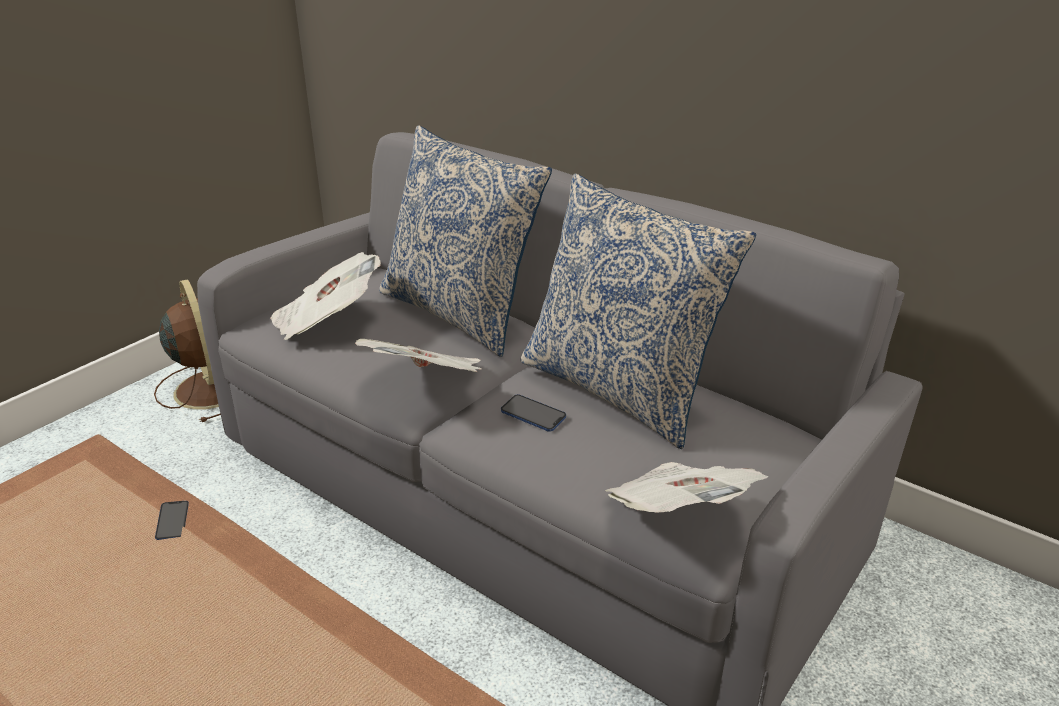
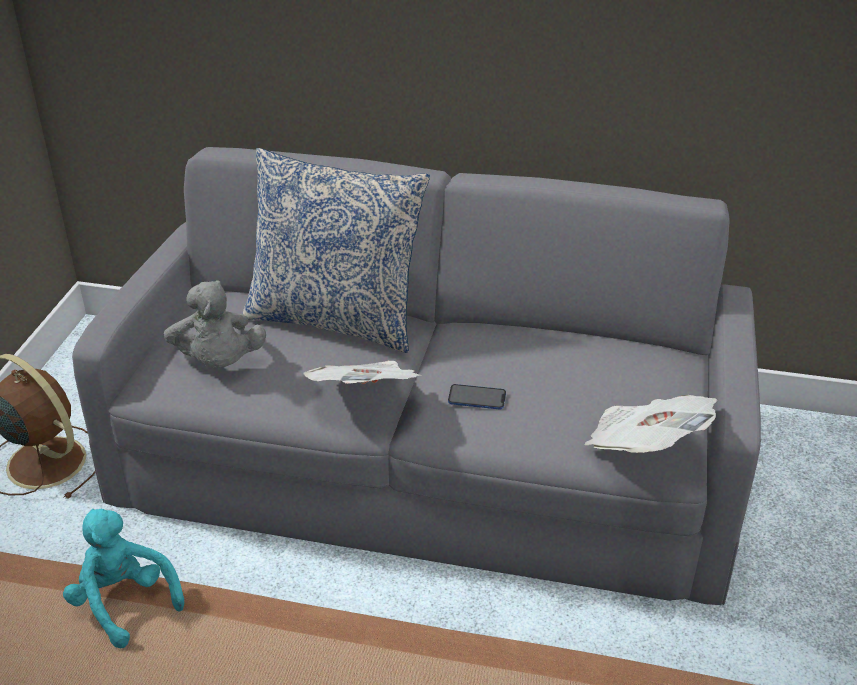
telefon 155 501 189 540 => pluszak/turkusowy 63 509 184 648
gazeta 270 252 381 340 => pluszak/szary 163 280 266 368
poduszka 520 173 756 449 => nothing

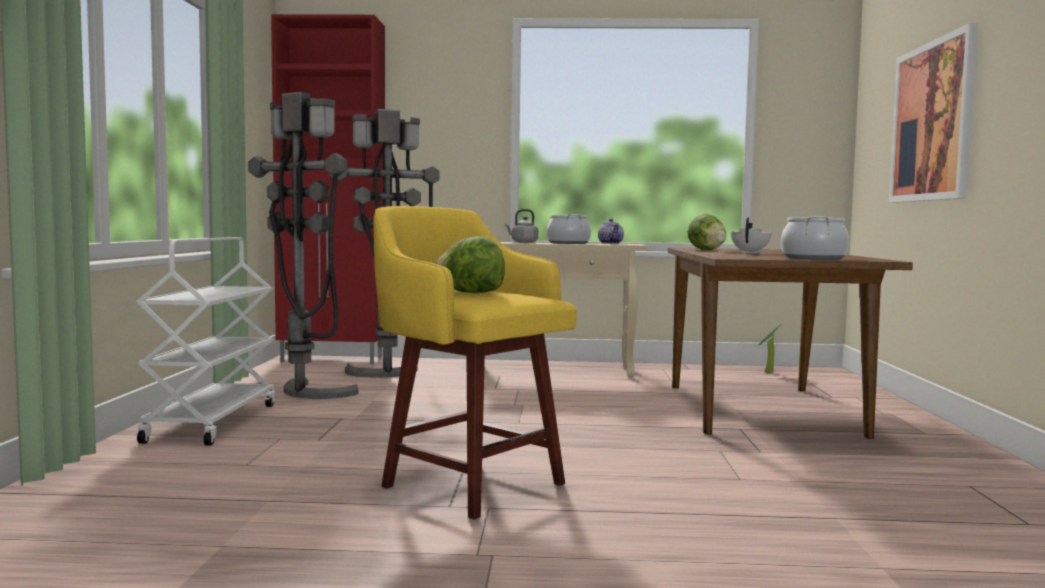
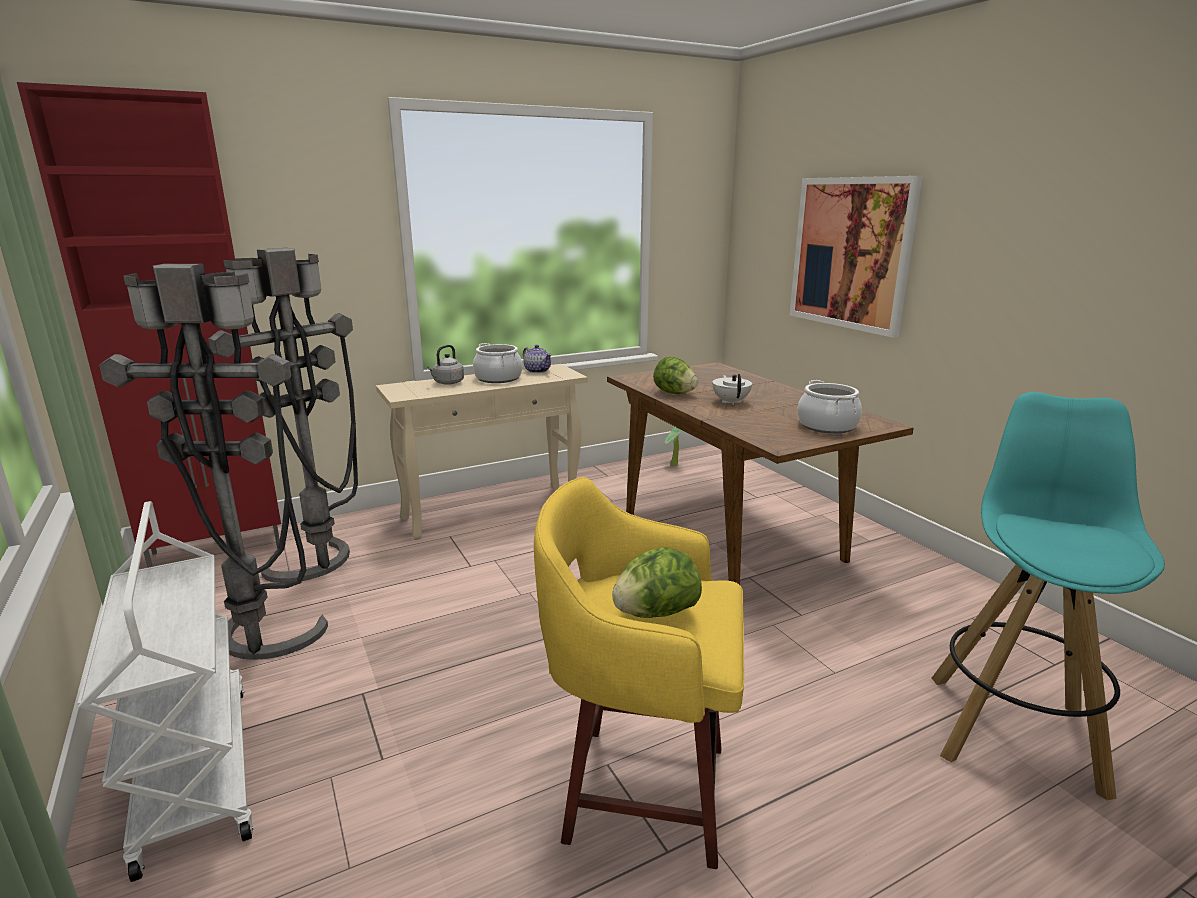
nothing => stołek/turkusowy 932 392 1165 800

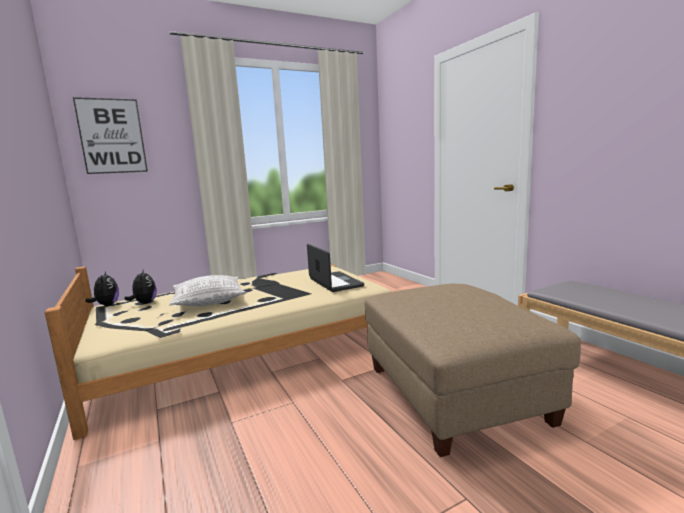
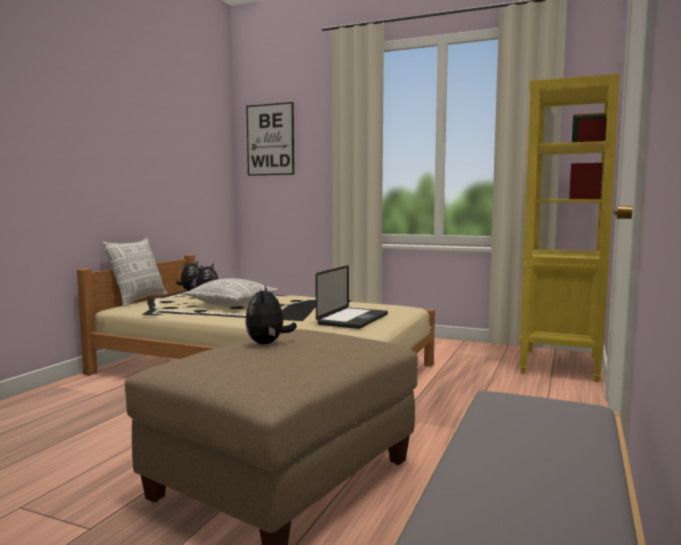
nothing => poduszka 102 238 167 307
nothing => pluszak 245 285 297 344
nothing => regał/żółty 519 73 620 382

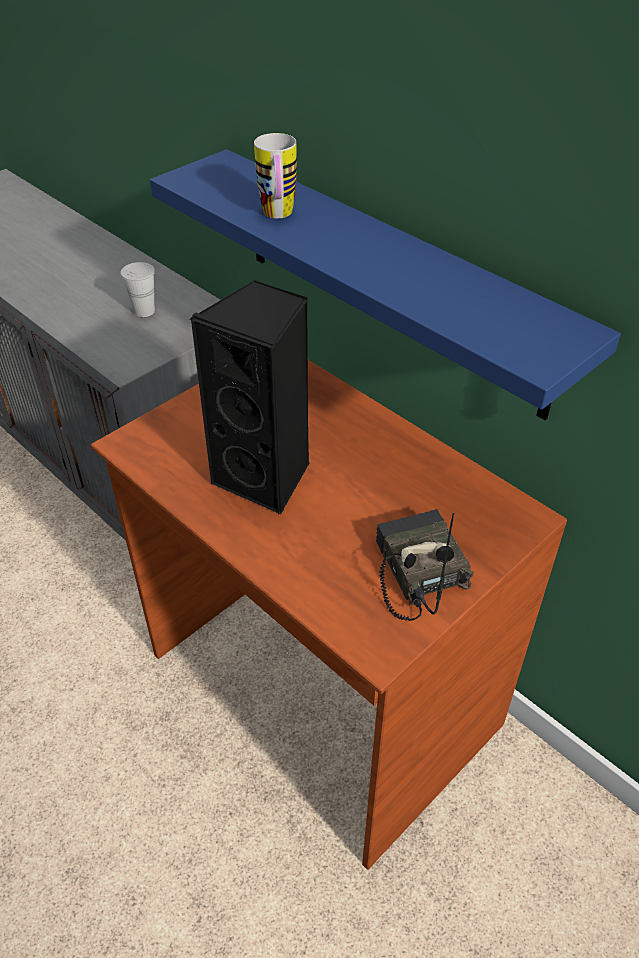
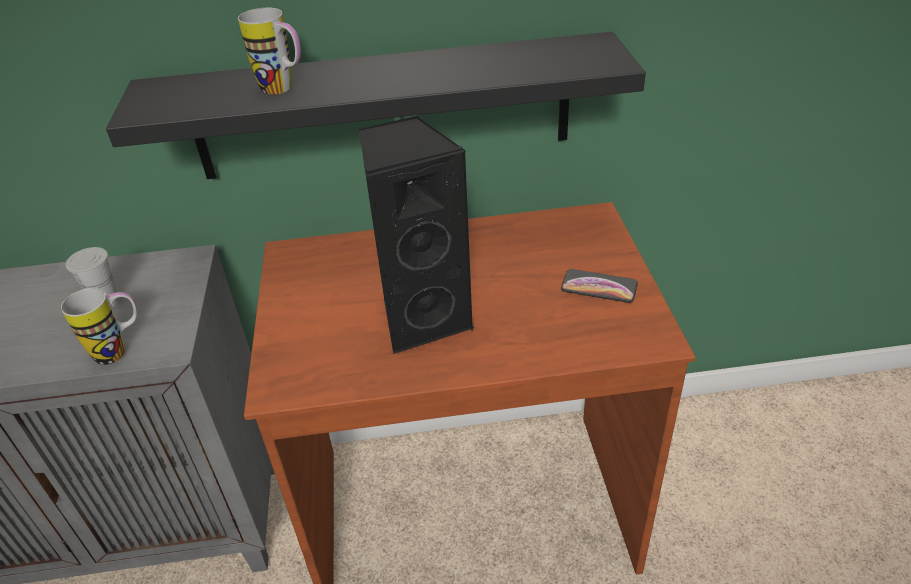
półka/niebieski 150 149 621 420 => półka/czarny 106 32 646 179
radio 376 509 474 621 => telefon 561 269 638 303
nothing => kubek 61 288 137 365

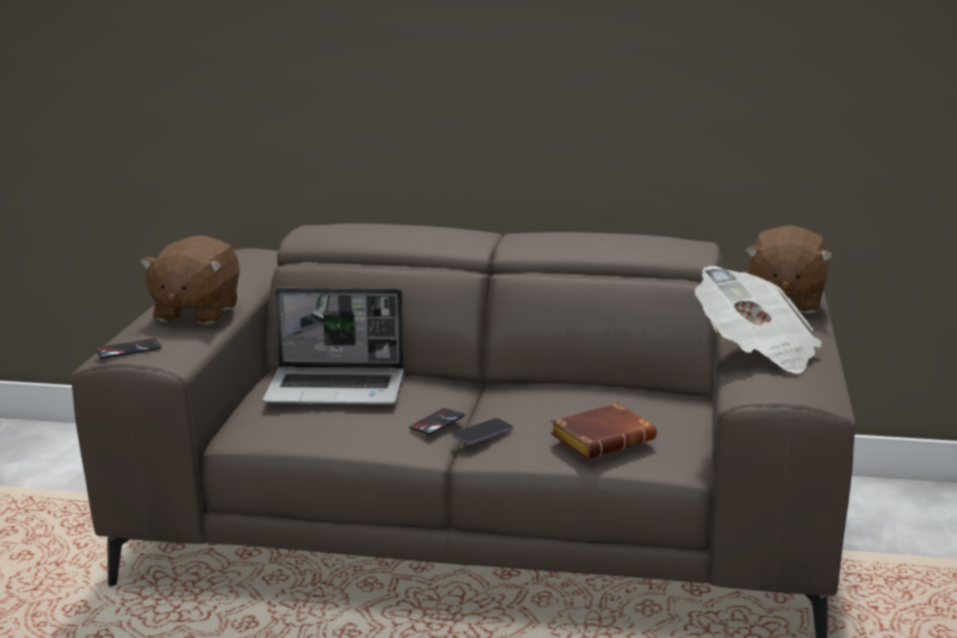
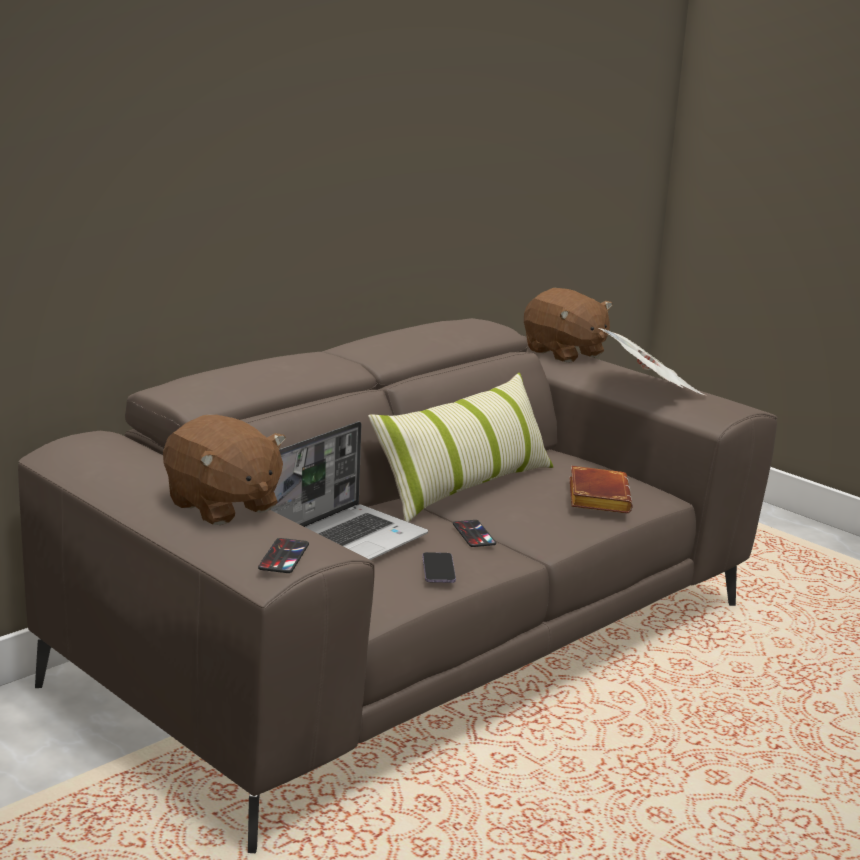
telefon 452 418 513 445 => telefon 422 552 456 583, relocated
nothing => poduszka 368 373 553 522

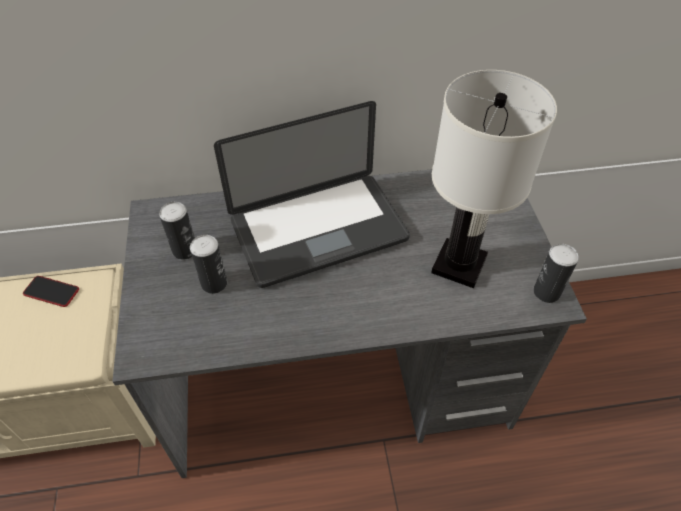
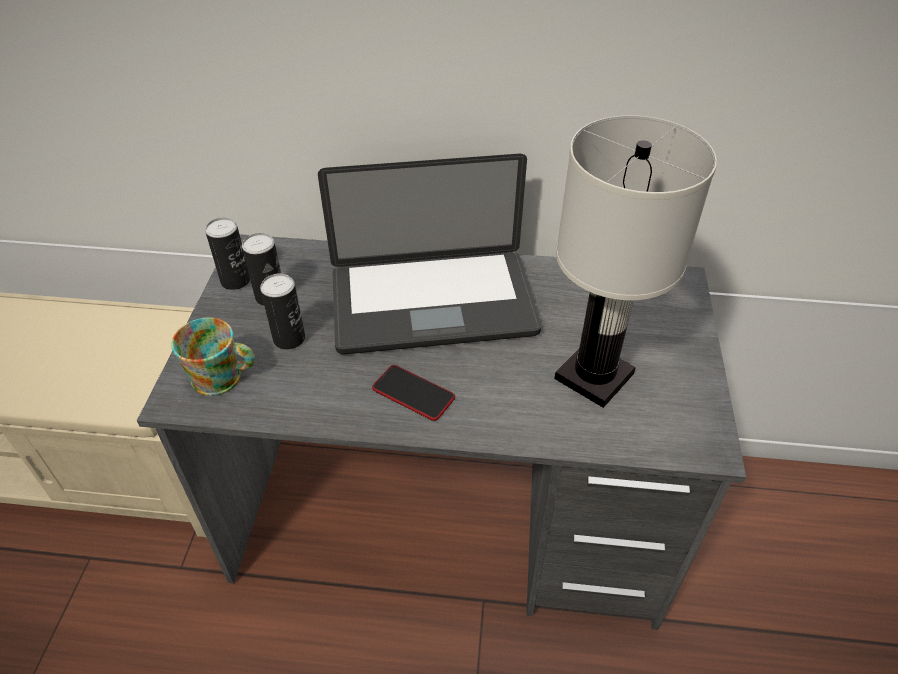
telefon 23 276 79 307 => telefon 372 365 455 421, relocated
puszka 533 244 579 303 => puszka 205 218 250 290, relocated
nothing => kubek 171 318 255 396

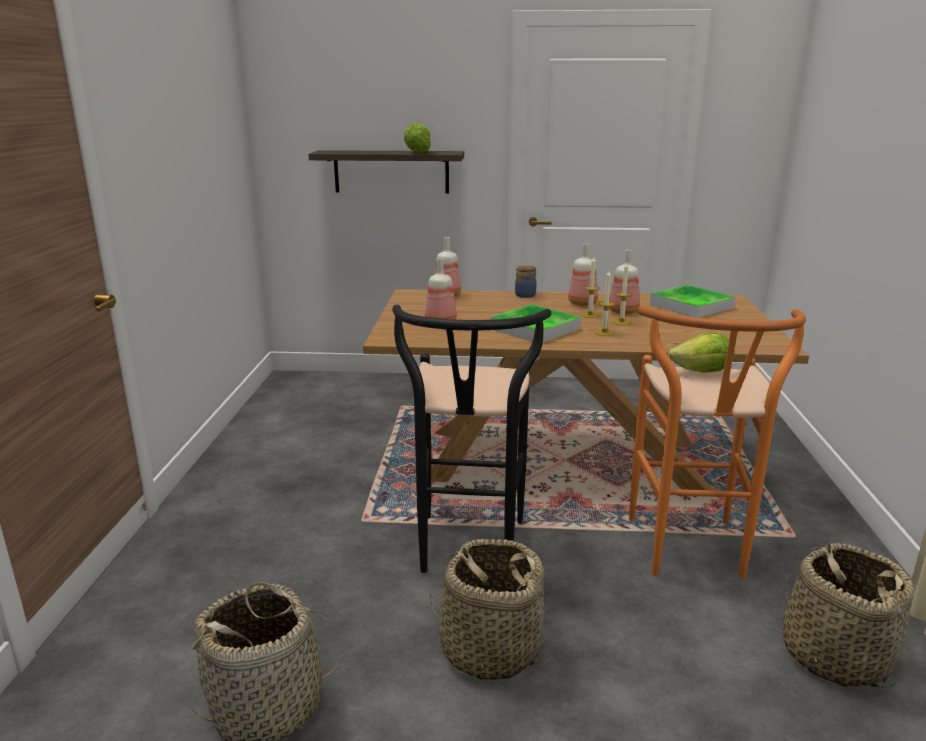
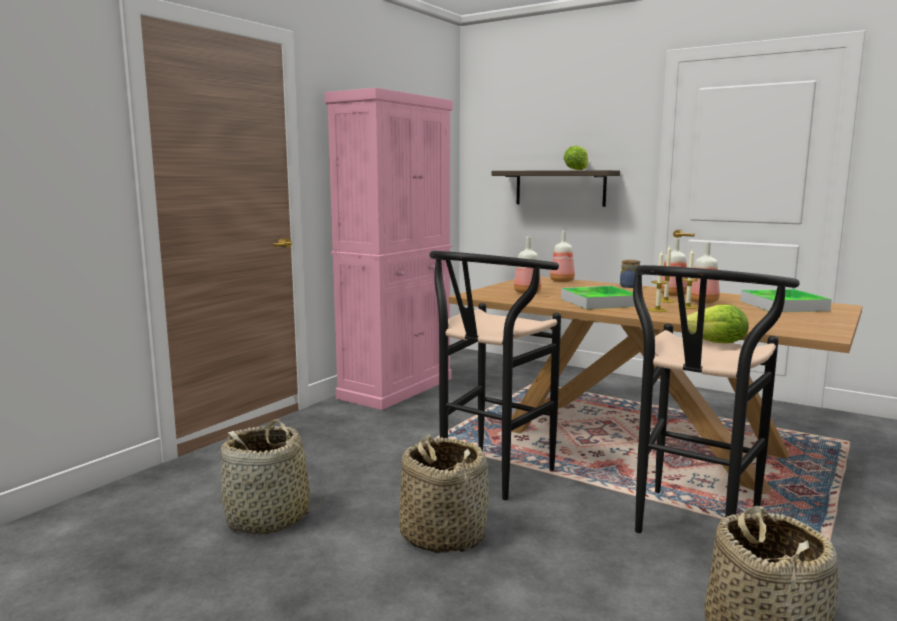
stołek/pomarańczowy 629 306 806 579 => stołek/czarny 633 265 800 533
nothing => szafka/różowy 325 88 452 410

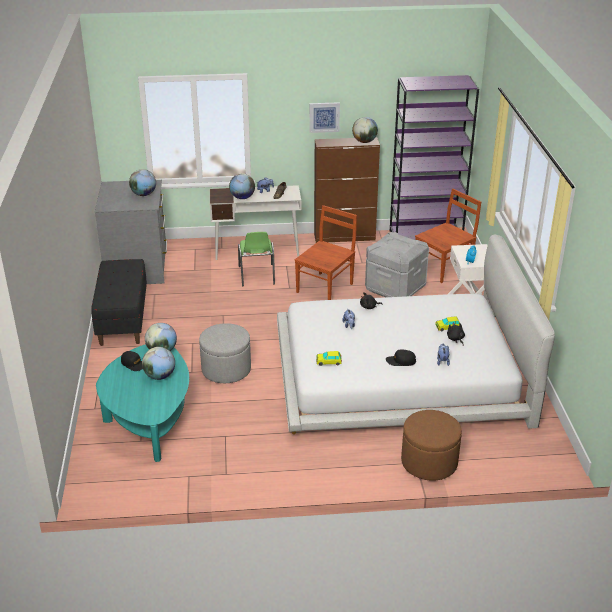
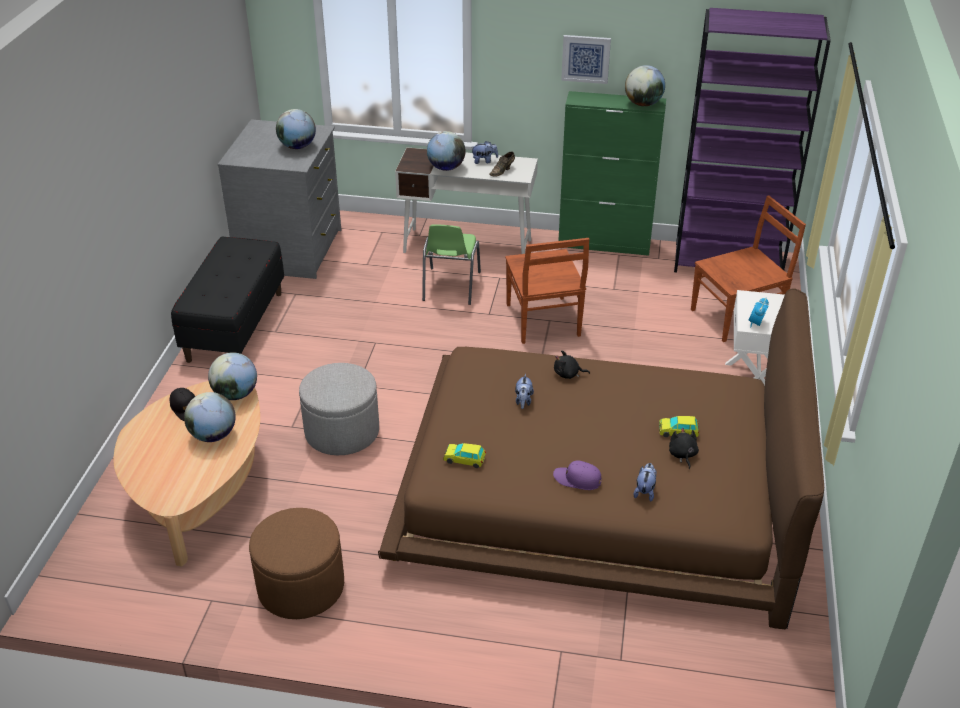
ława/turkusowy 96 344 189 462 => ława/beżowy 114 381 260 567
łóżko/biały 277 235 555 435 => łóżko/brązowy 378 288 824 629
krzesło/brązowy 294 205 357 300 => krzesło/brązowy 505 238 589 344, 120 degrees clockwise
szafka/brązowy 314 137 380 243 => szafka/zielony 558 91 666 256
pojemnik do przechowywania/szary 365 232 429 297 => nothing
czapka z daszkiem/czarny 386 350 416 366 => czapka z daszkiem/fioletowy 553 461 601 490
pufa/brązowy 401 410 462 480 => pufa/brązowy 249 508 344 619, relocated

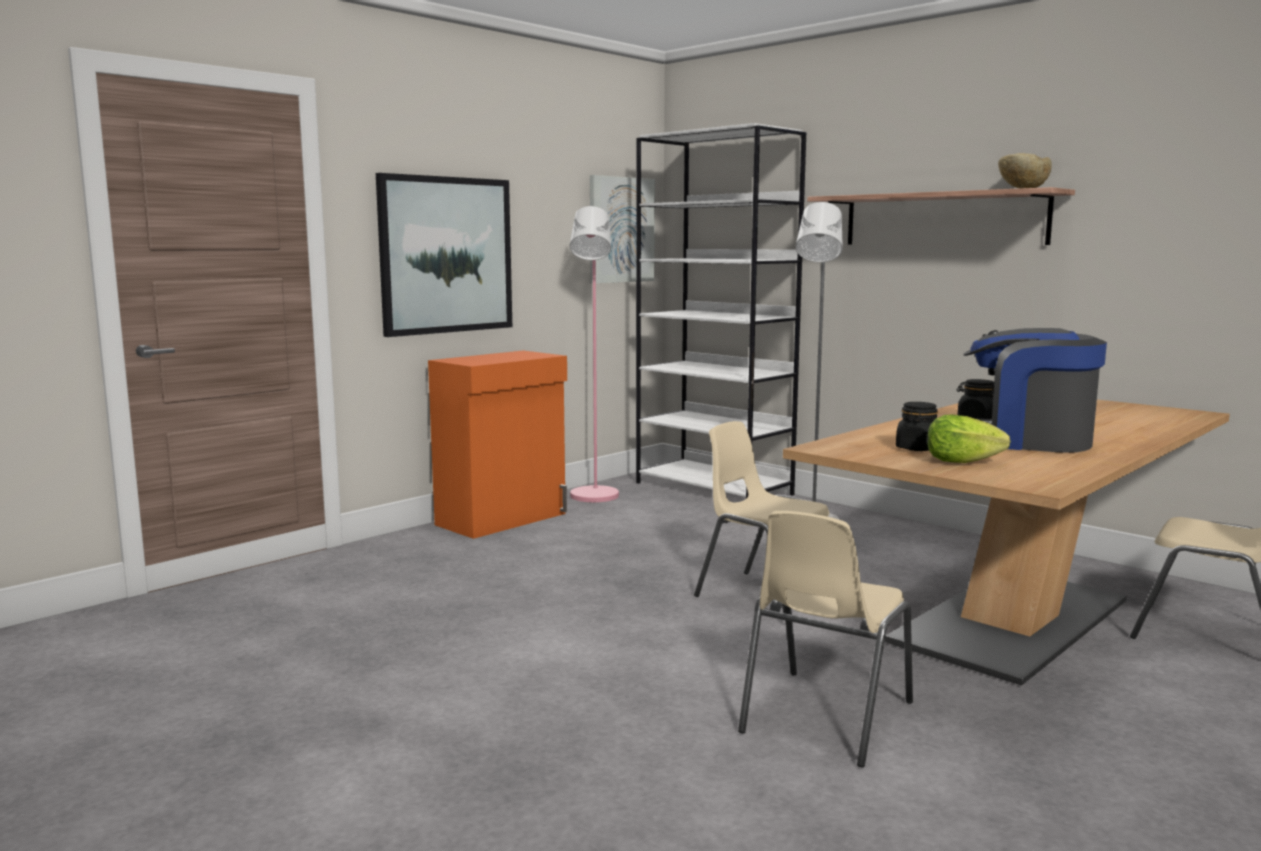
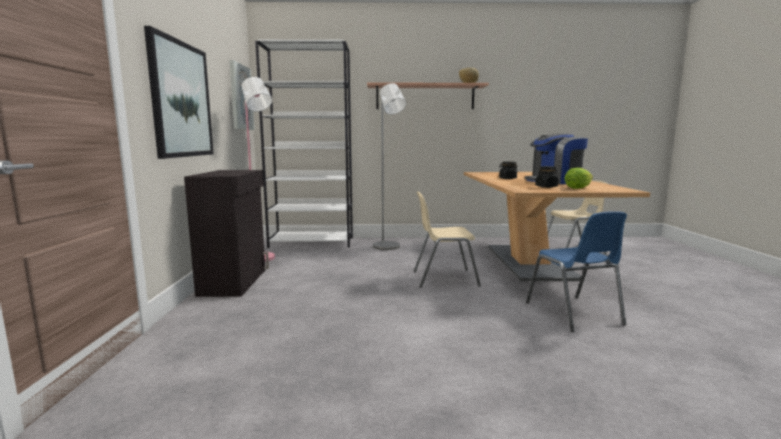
szafka/pomarańczowy 428 351 567 539 => szafka/czarny 184 170 269 297
krzesło/beżowy 738 511 913 767 => krzesło/niebieski 526 211 627 332

